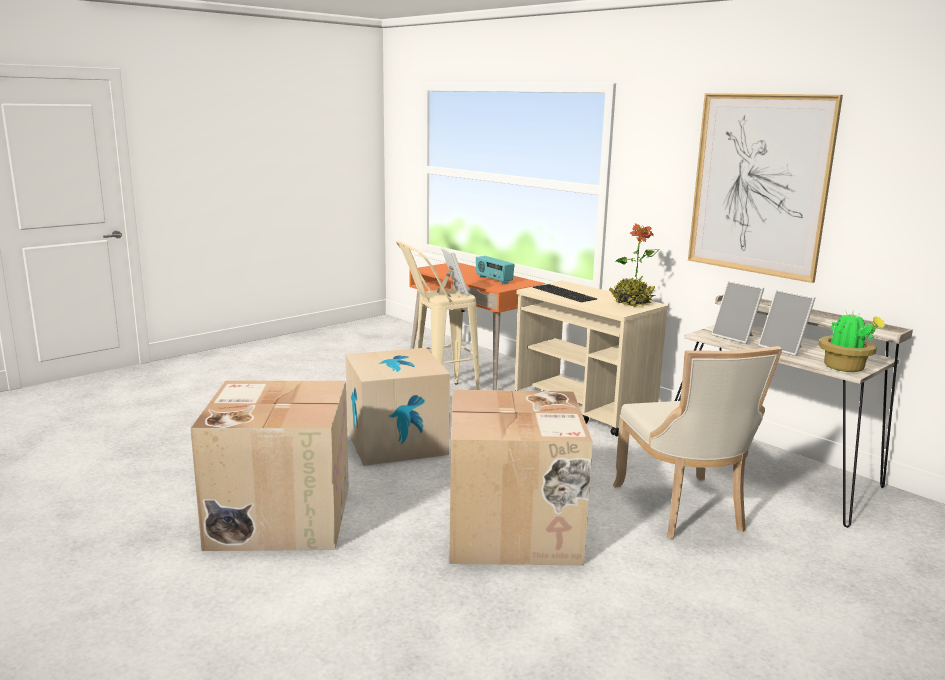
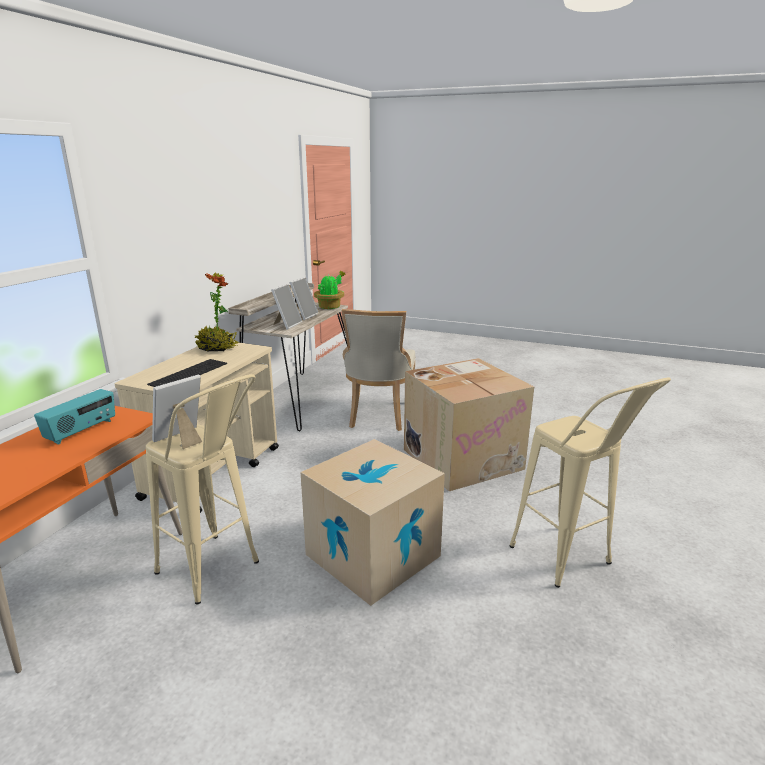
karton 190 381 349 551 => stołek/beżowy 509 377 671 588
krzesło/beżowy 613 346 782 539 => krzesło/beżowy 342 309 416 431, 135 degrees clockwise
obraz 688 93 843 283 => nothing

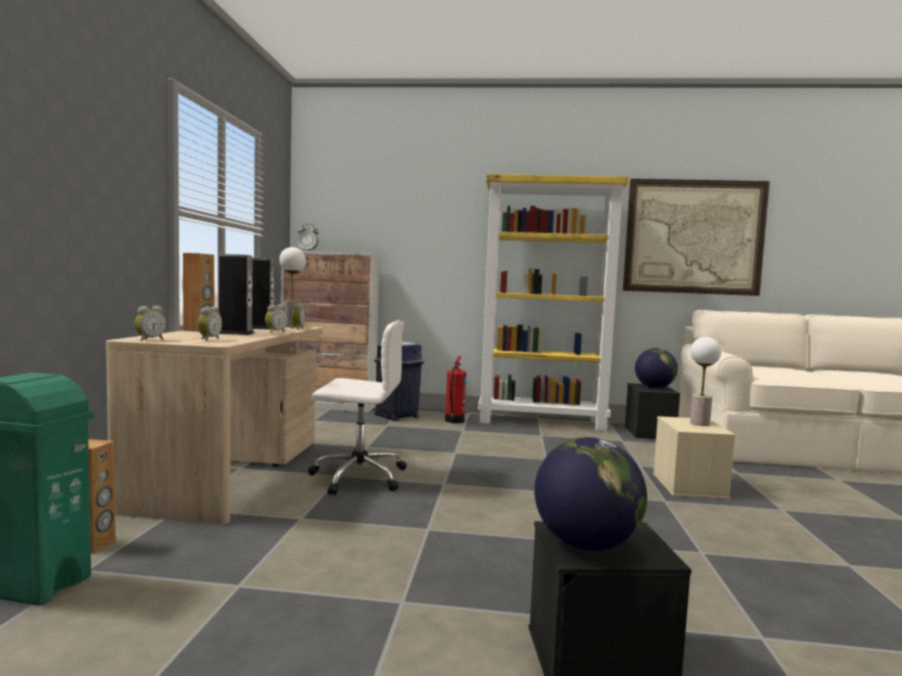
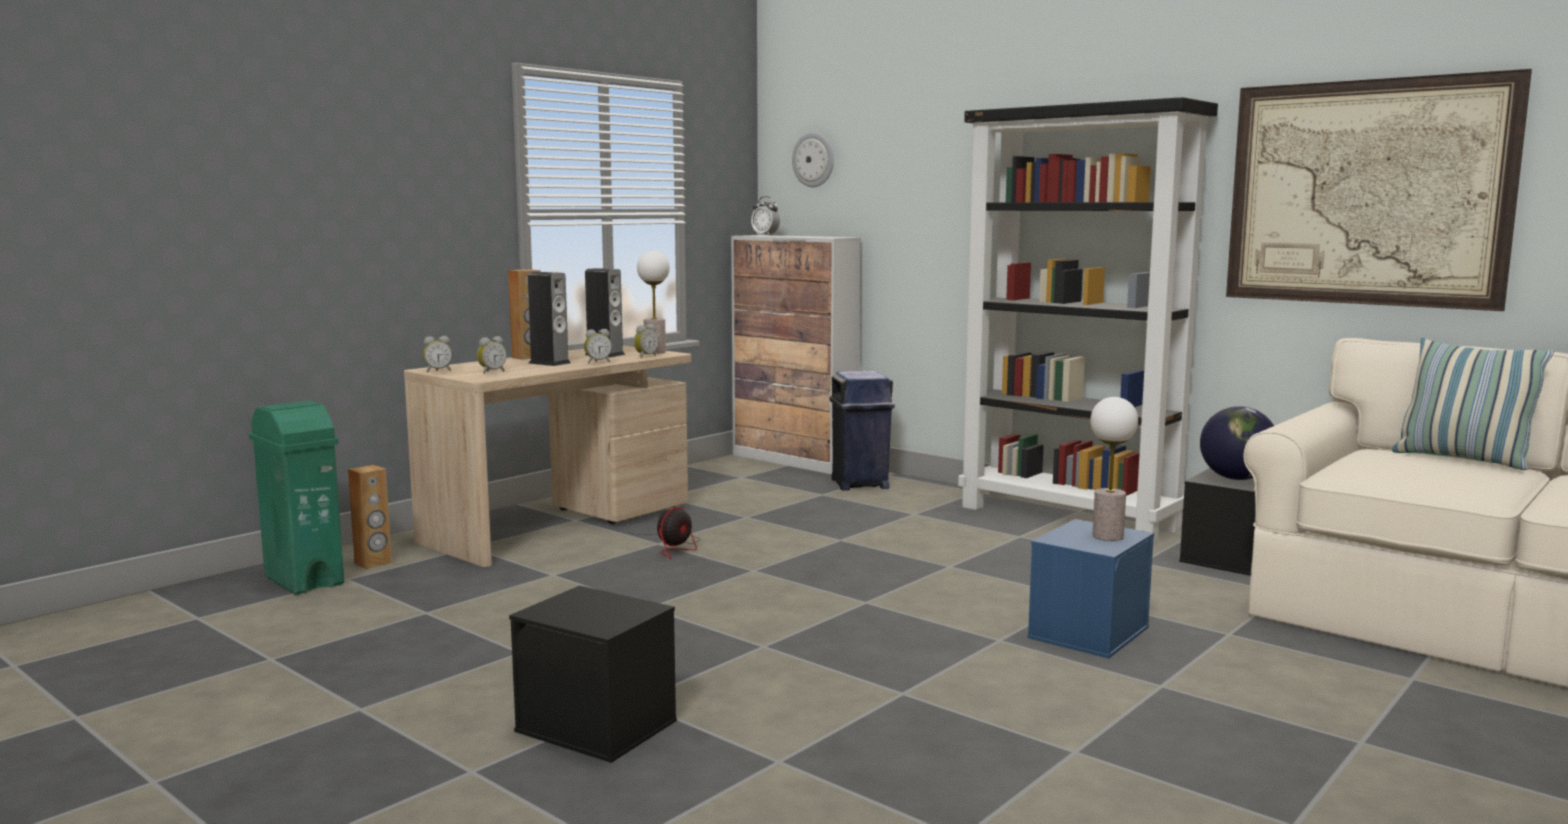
krzesło biurowe/biały 308 320 407 495 => wentylator 628 507 701 559
gaśnica 445 356 466 423 => nothing
regał/żółty 478 174 628 431 => regał/czarny 958 97 1218 544
globus 534 437 647 551 => nothing
pojemnik do przechowywania/beżowy 653 416 736 499 => pojemnik do przechowywania/niebieski 1027 519 1154 658
nothing => zegar ścienny 792 132 834 187
nothing => poduszka 1392 337 1554 470

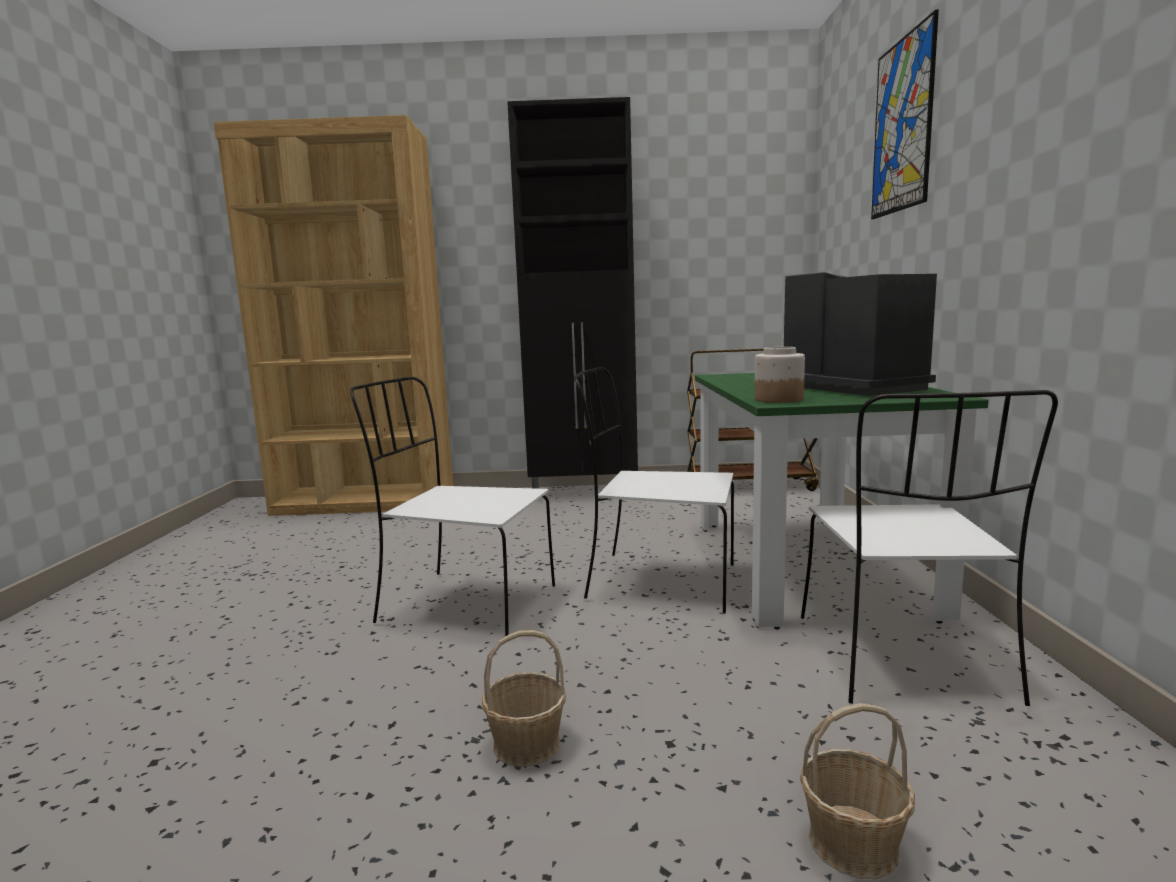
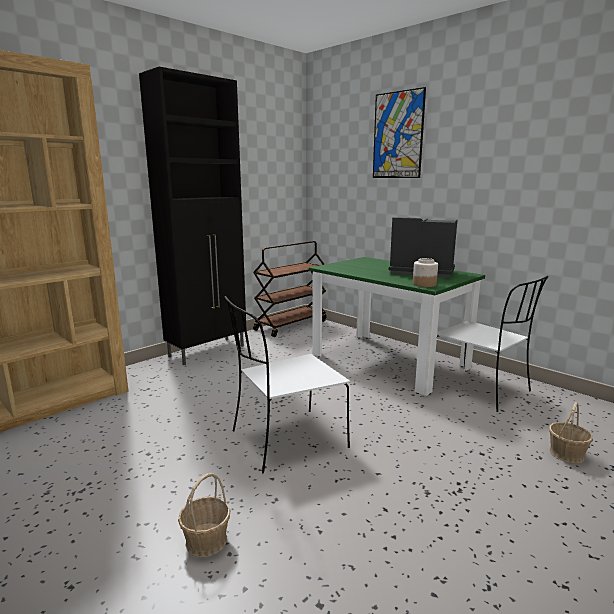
koszyk 482 630 566 767 => koszyk 178 473 231 557, relocated
krzesło/biały 574 367 734 613 => nothing

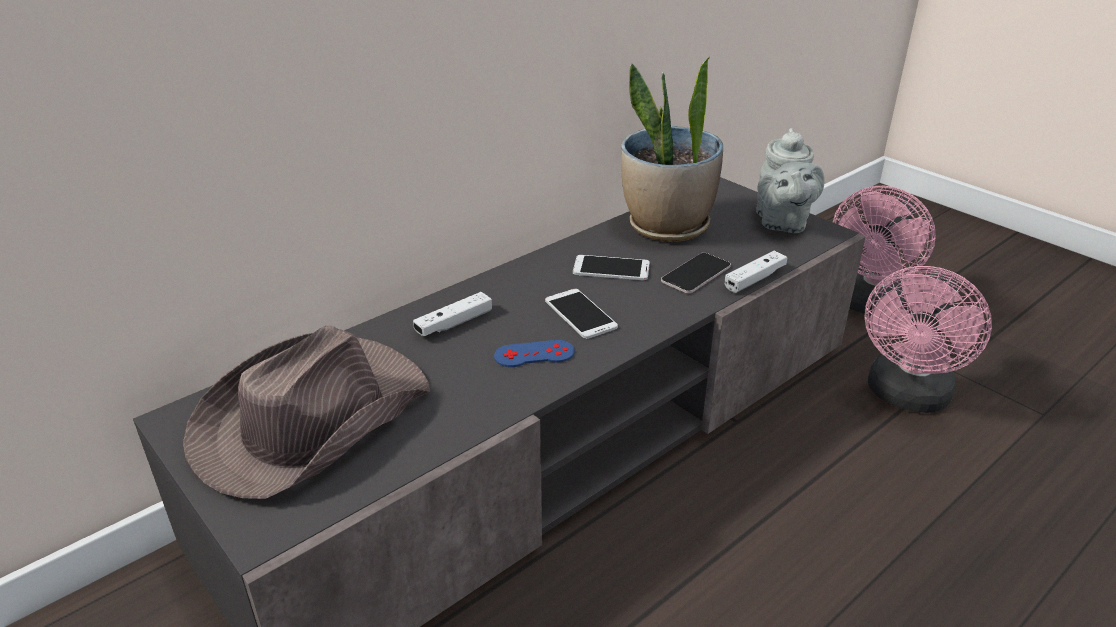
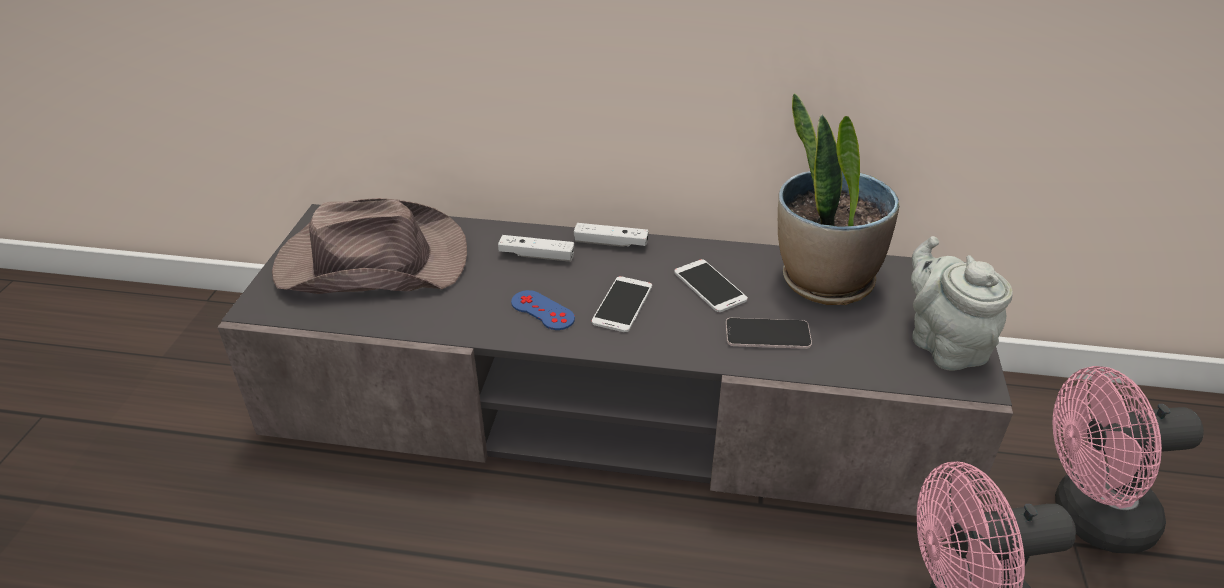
pad do gier/biały 725 251 787 293 => pad do gier/biały 574 223 649 247, relocated
imbryk/szary 756 128 824 233 => imbryk/szary 911 236 1013 371, 105 degrees clockwise

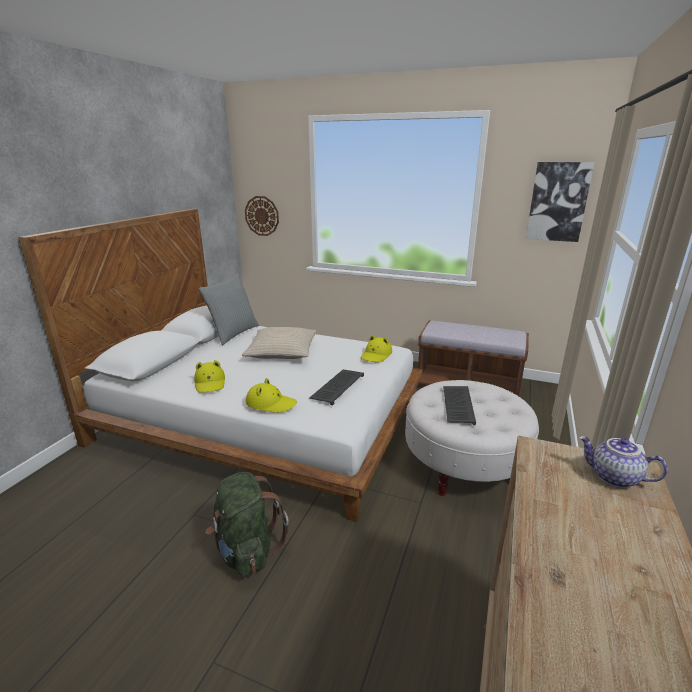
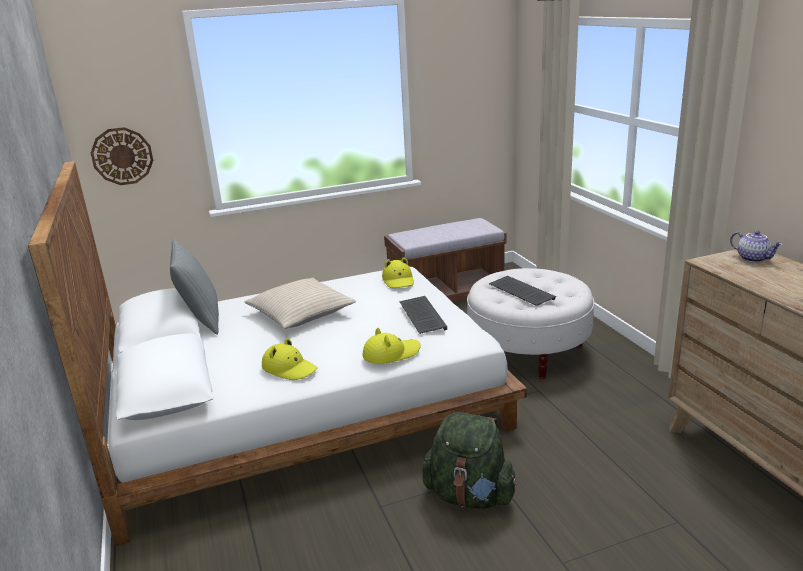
obraz 526 162 594 242 => nothing
imbryk 579 436 668 488 => imbryk 730 231 783 262, 120 degrees counterclockwise

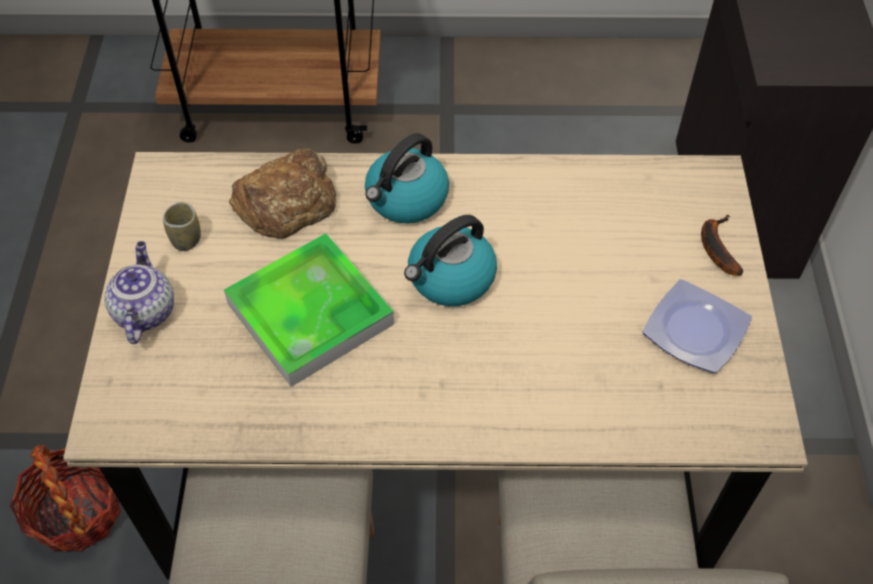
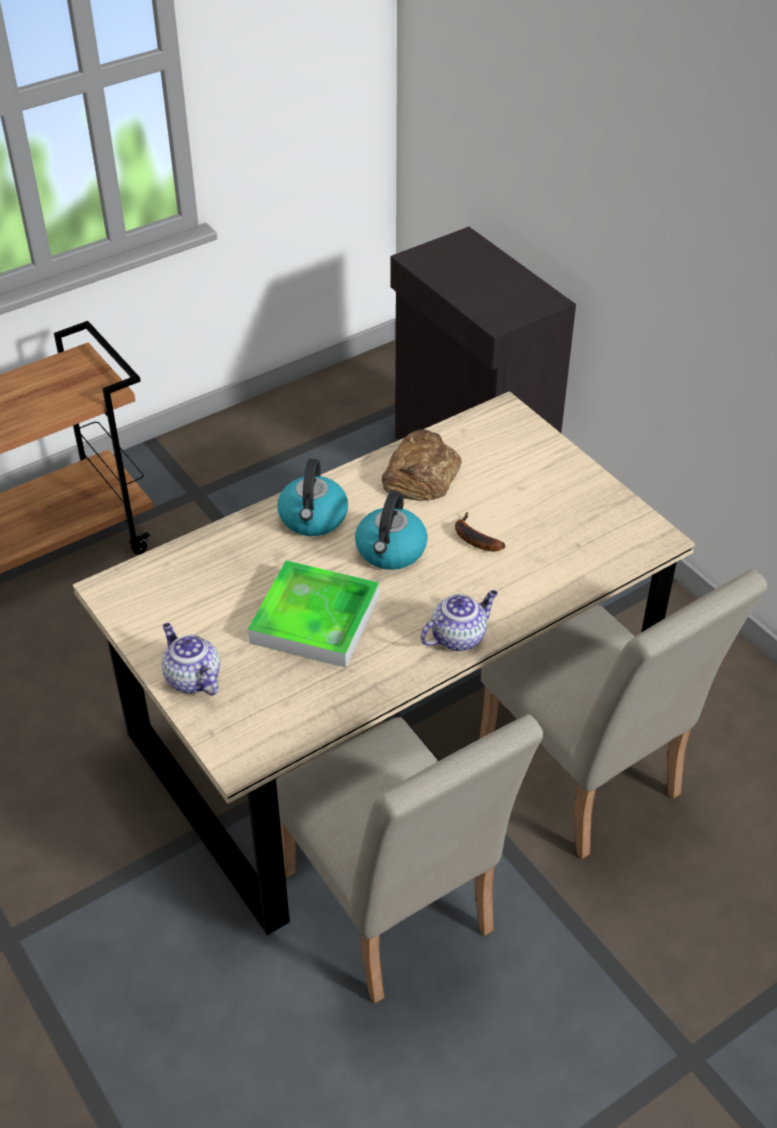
koszyk 10 444 121 552 => nothing
filiżanka 163 202 201 251 => nothing
chleb 229 149 336 239 => chleb 382 429 462 501, relocated
talerz 643 279 752 373 => nothing
banan 701 215 743 276 => banan 455 512 505 552, relocated
nothing => imbryk 420 590 498 651

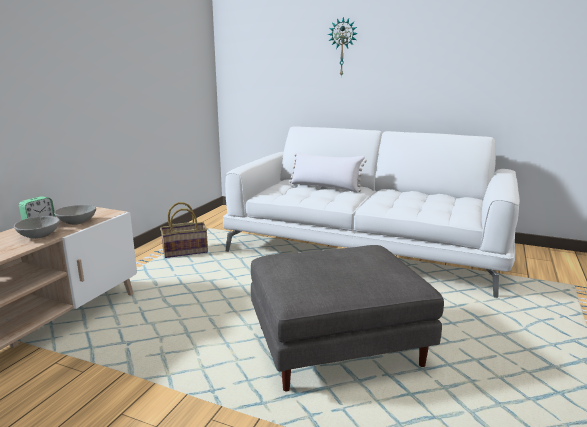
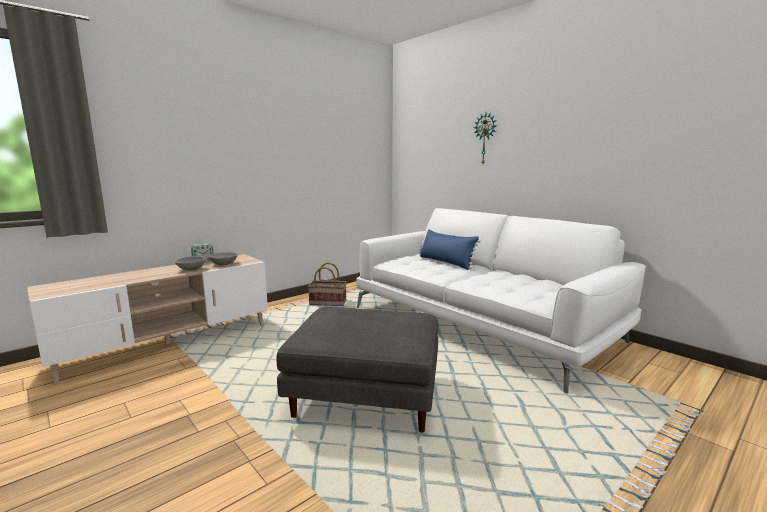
poduszka/biały 289 152 367 192 => poduszka/niebieski 419 229 481 270

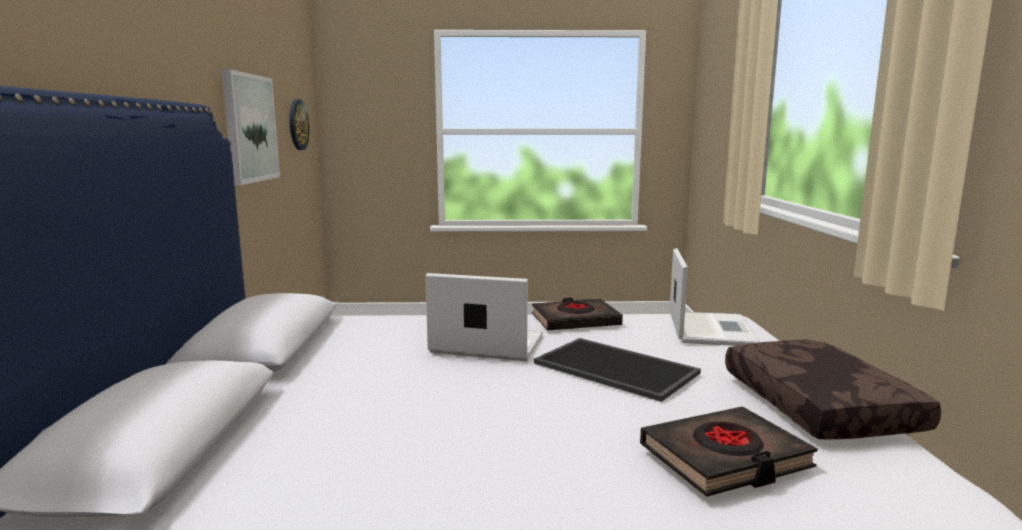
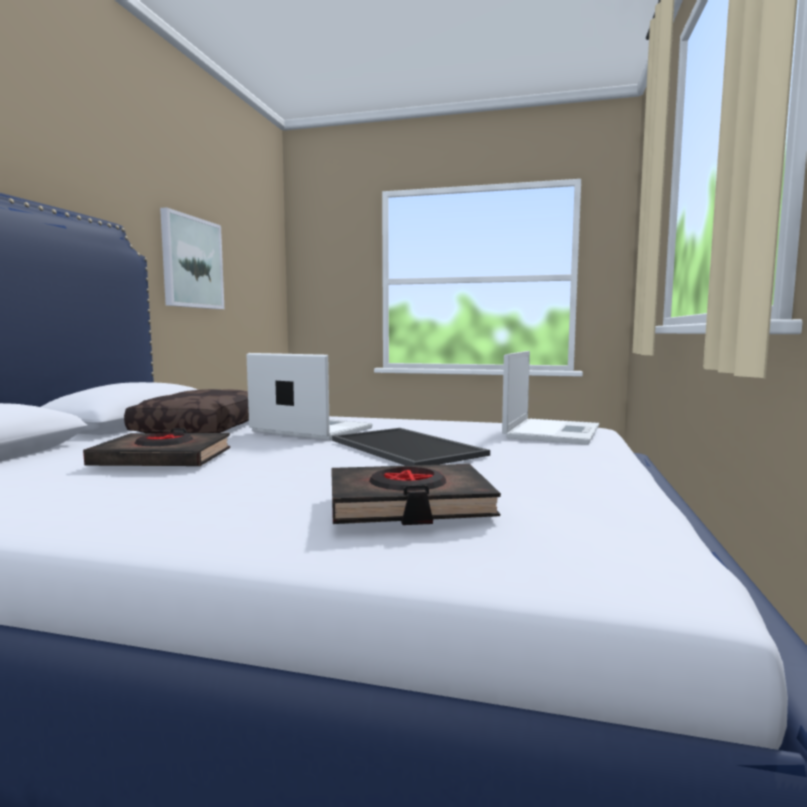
zegar ścienny 289 99 309 150 => nothing
książka/czarny 532 298 623 331 => książka/czarny 83 428 230 466, relocated
poduszka/brązowy 725 340 941 440 => poduszka/brązowy 124 389 249 433, relocated

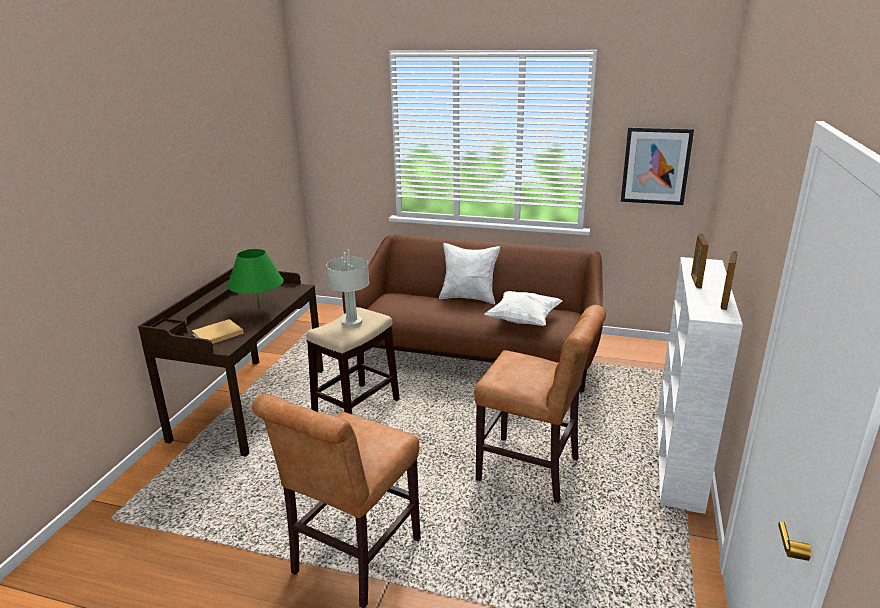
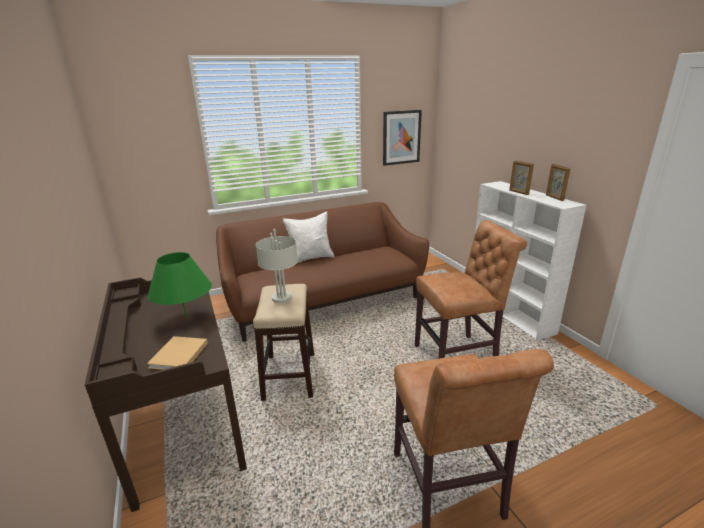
poduszka/biały 484 291 562 326 => nothing

